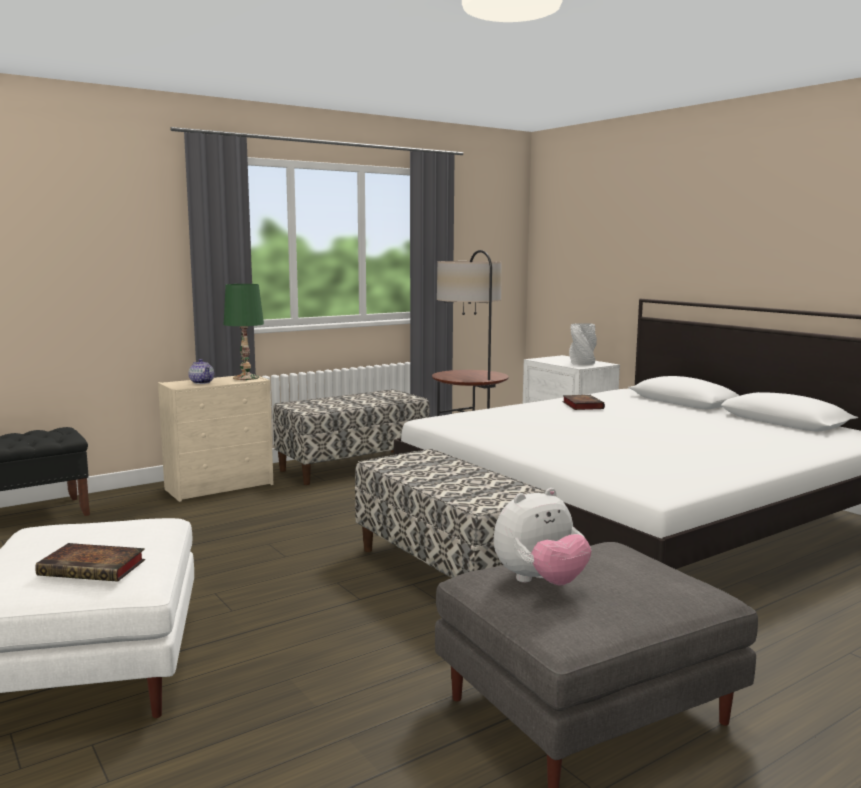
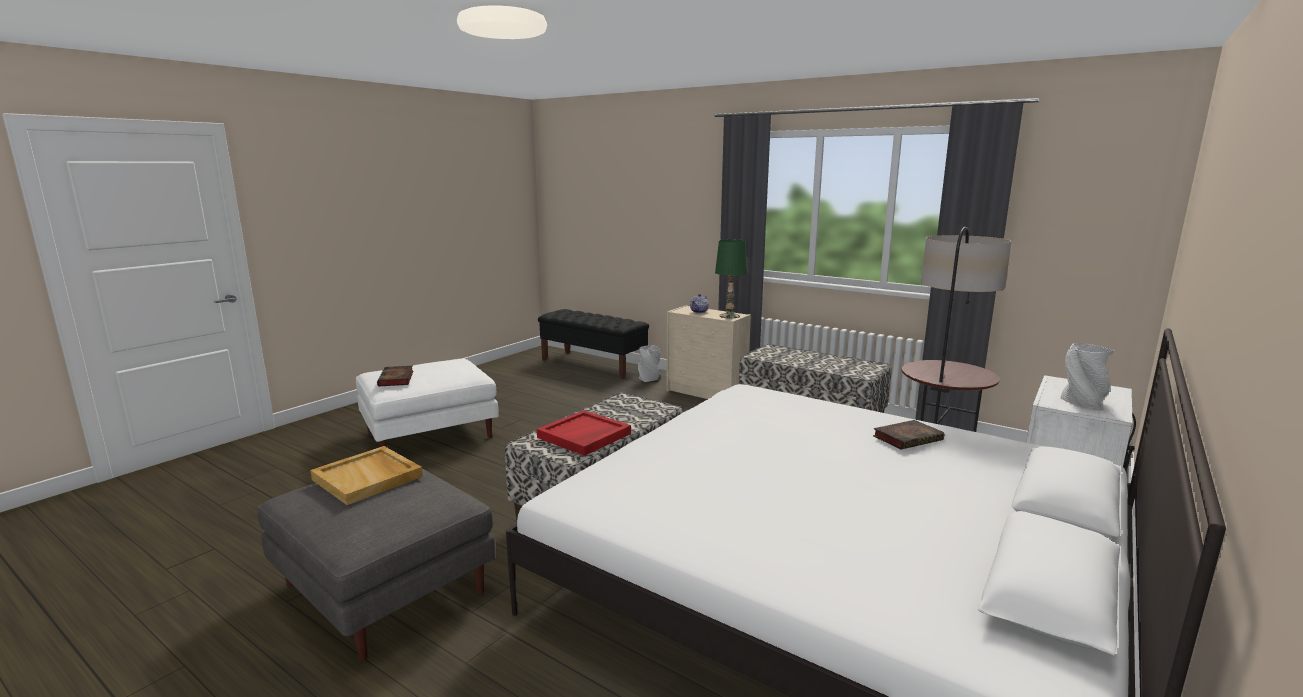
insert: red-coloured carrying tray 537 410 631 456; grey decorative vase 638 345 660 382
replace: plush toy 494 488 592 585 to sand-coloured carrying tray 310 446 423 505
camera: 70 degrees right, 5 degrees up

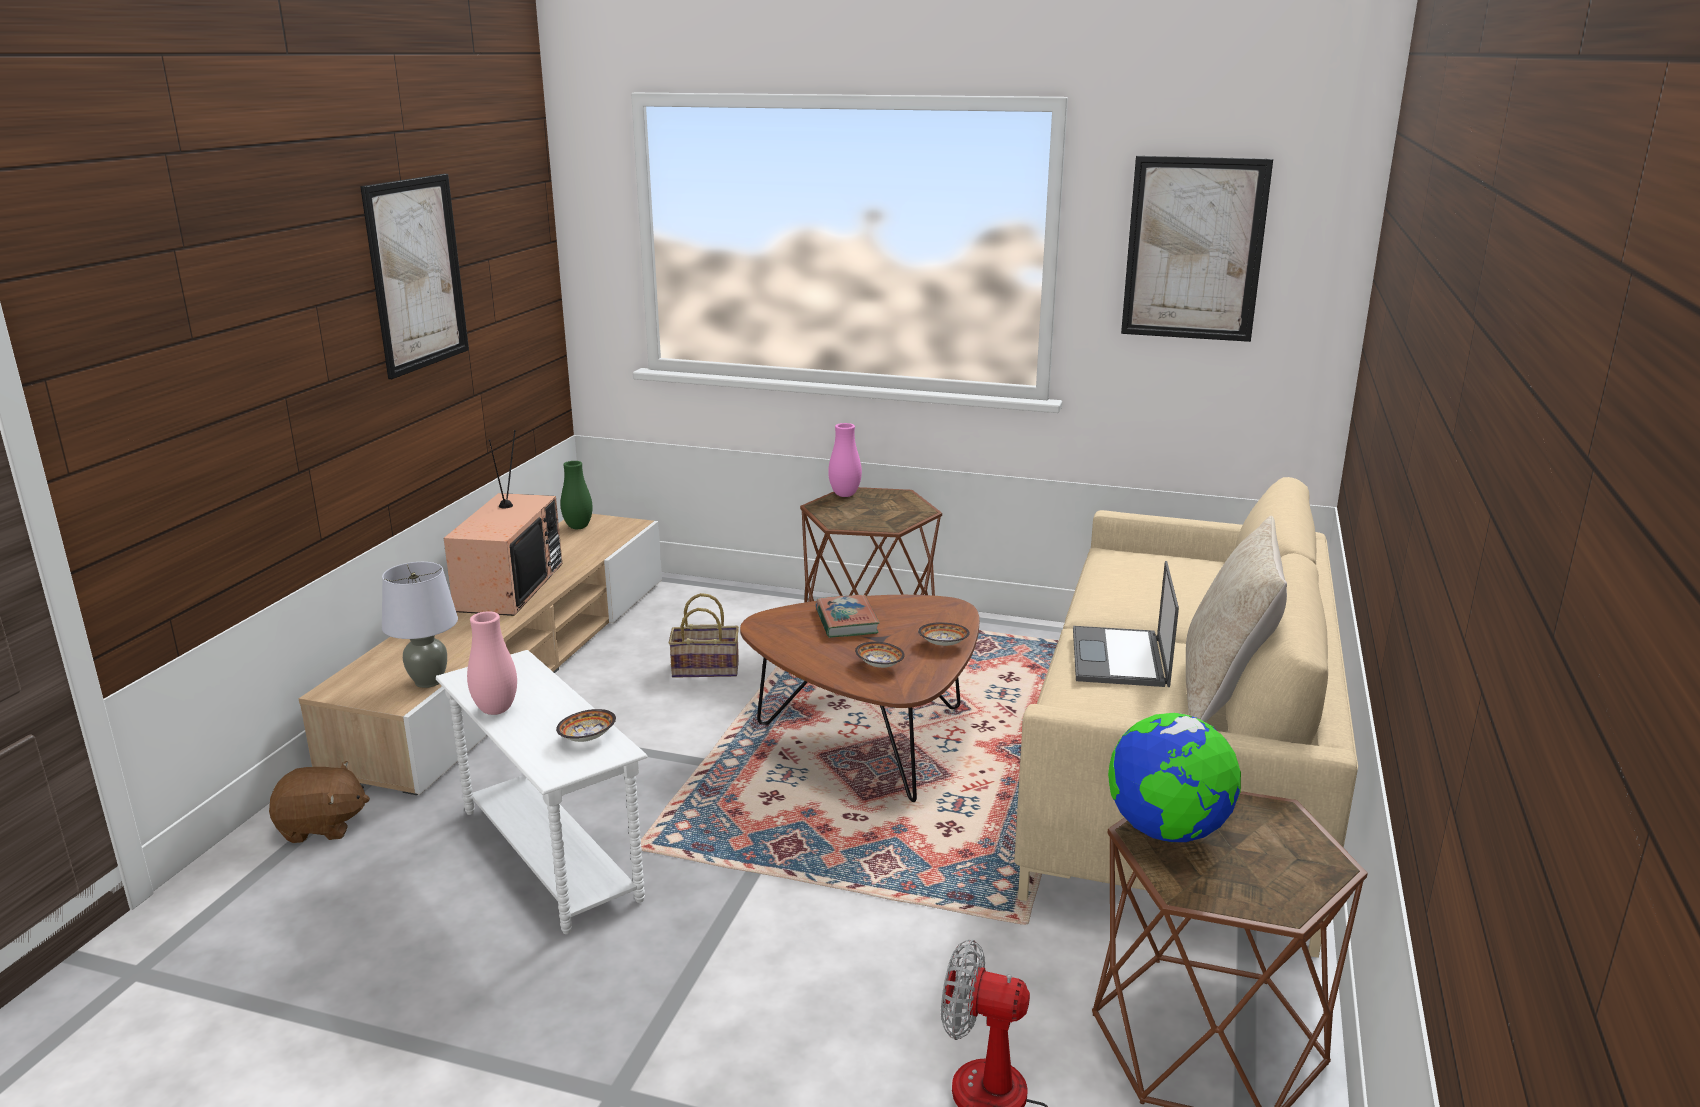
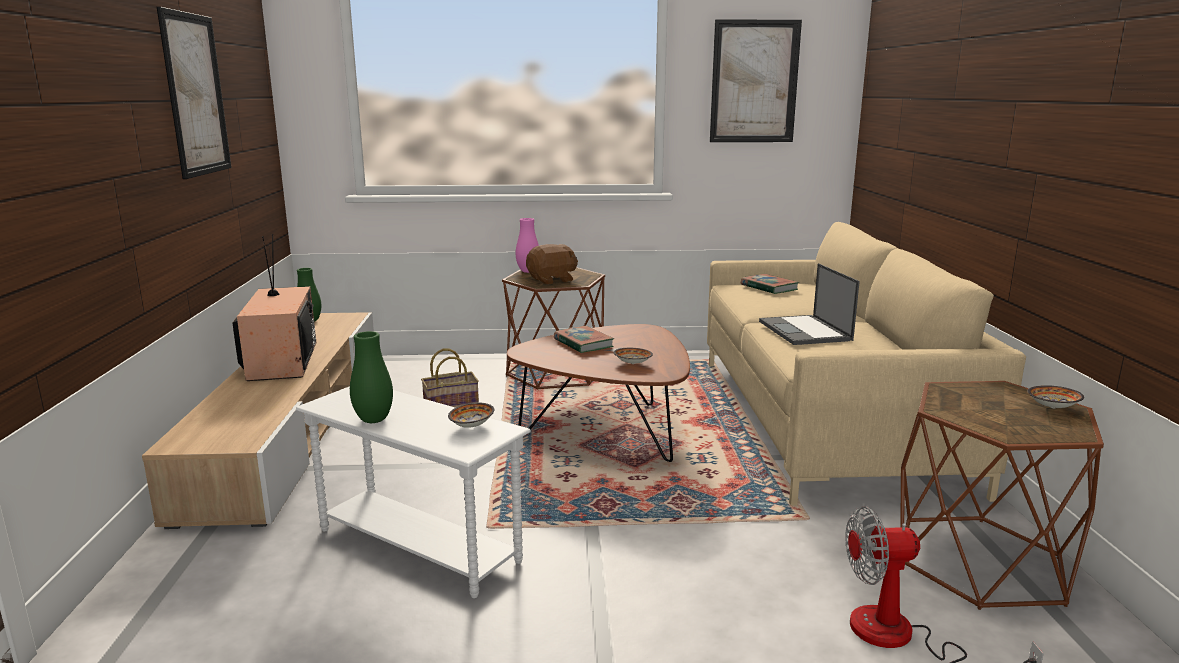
delete: grey tabletop lamp 382 562 458 688; world globe 1108 713 1241 842; sand-coloured throw pillow 1186 516 1287 722
insert: volume 741 274 799 294
move: brown plush toy 269 761 370 843 to 526 244 578 285; deep dish 918 622 970 646 to 1027 385 1084 408
recolor: pinkish decorative vase 467 611 517 715 to green-coloured decorative vase 350 331 393 423
camera: 20 degrees left, 5 degrees down

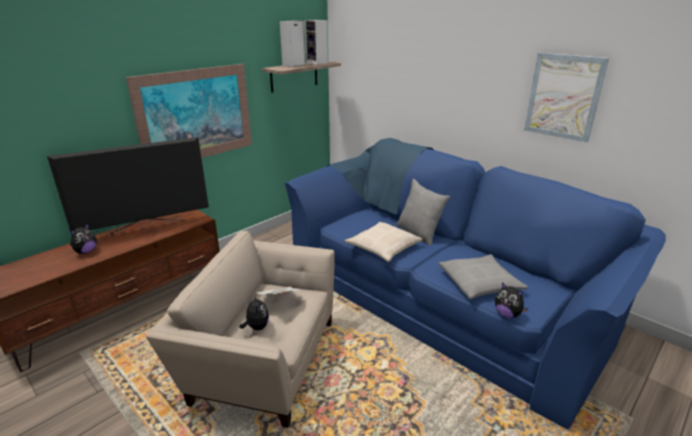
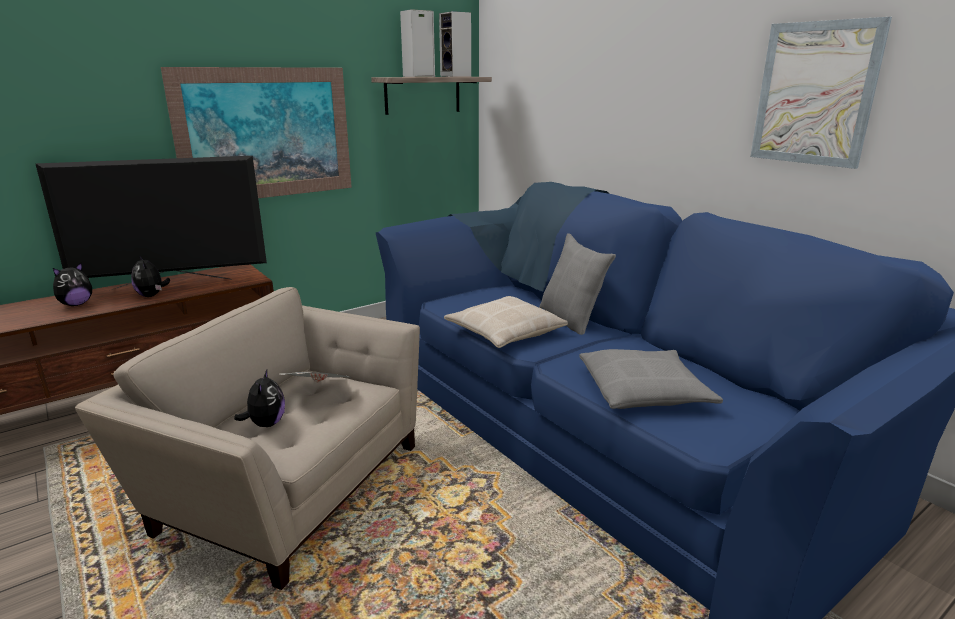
move: plush toy 495 282 529 318 to 131 255 170 297
camera: 10 degrees right, 5 degrees down

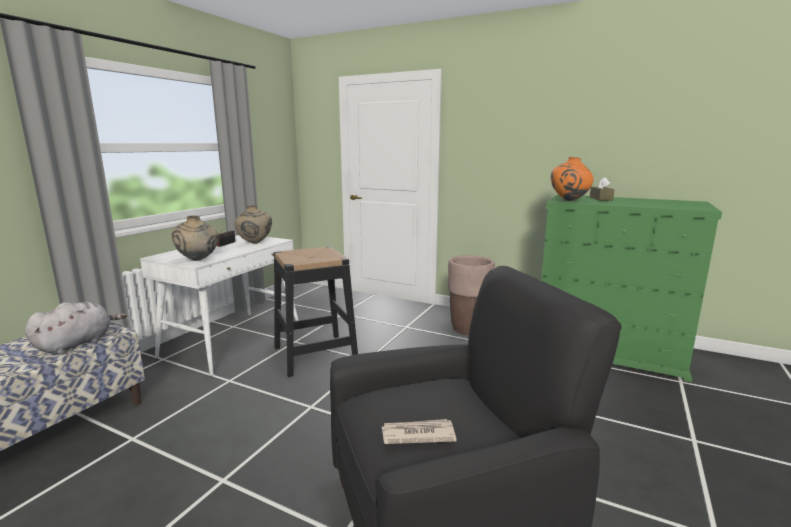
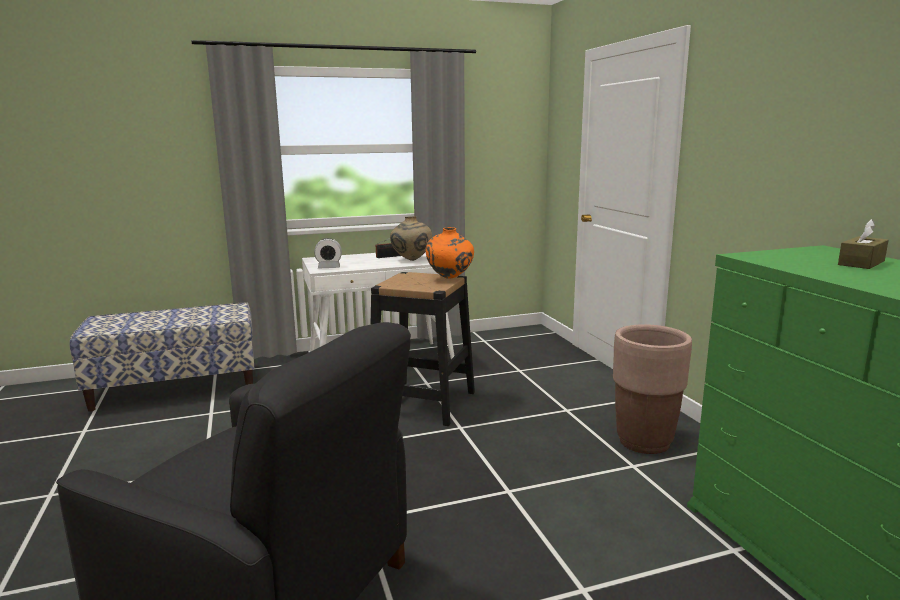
delete: grey plush toy 25 302 127 355; printed paper 382 419 457 444
move: orange decorative vase 551 157 594 201 to 426 227 474 279
replace: sand-coloured decorative vase 171 215 218 261 to table clock 314 238 342 269
camera: 45 degrees right, 0 degrees up

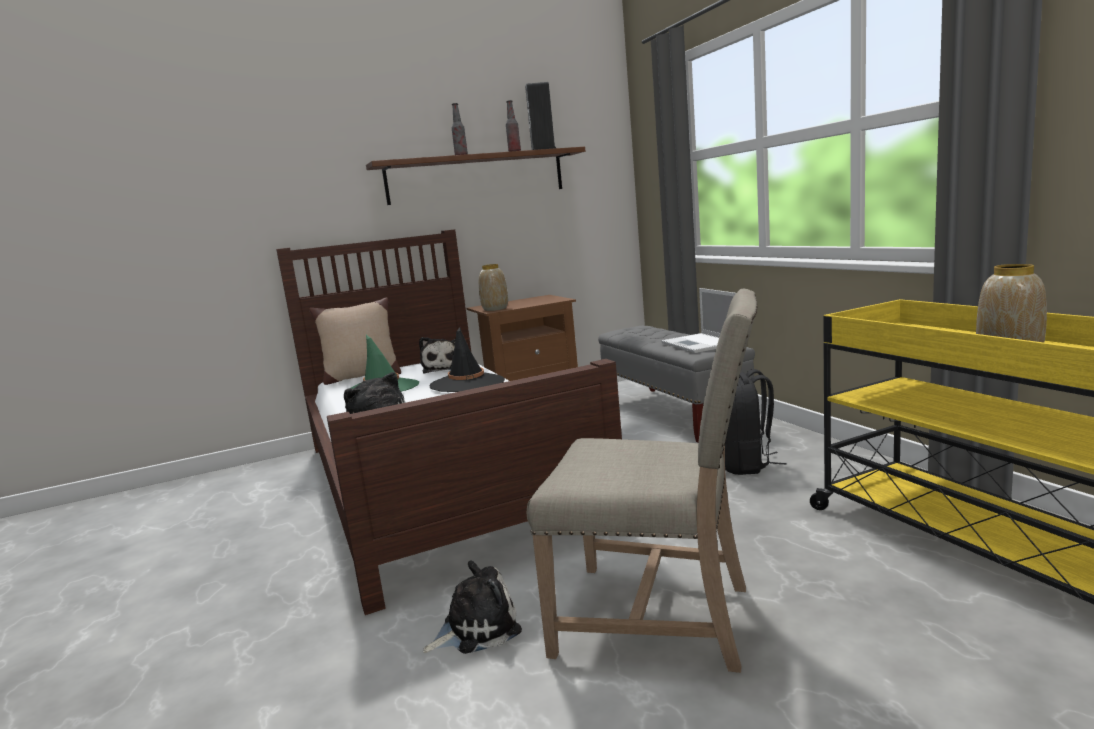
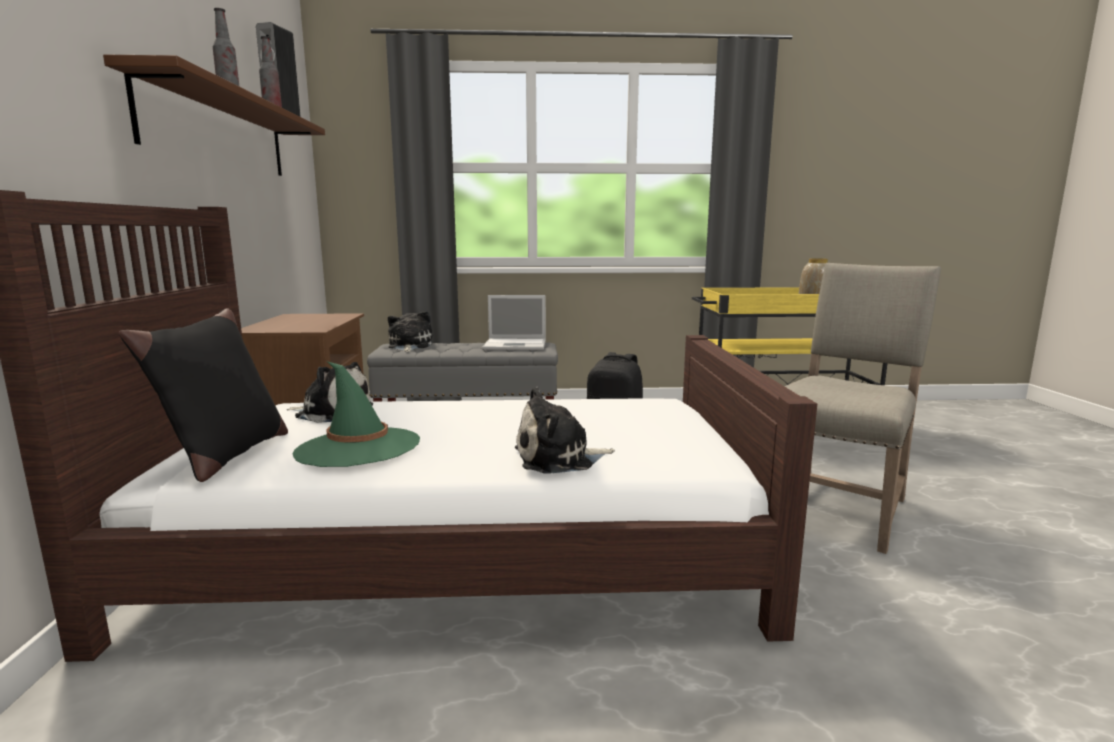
delete: black-coloured wearable hat 430 327 505 392; decorative vase 479 264 508 311
move: plush toy 423 561 522 654 to 388 311 432 352
recolor: sand-coloured throw pillow 309 297 401 385 to black-coloured throw pillow 119 308 288 482
camera: 70 degrees left, 0 degrees up

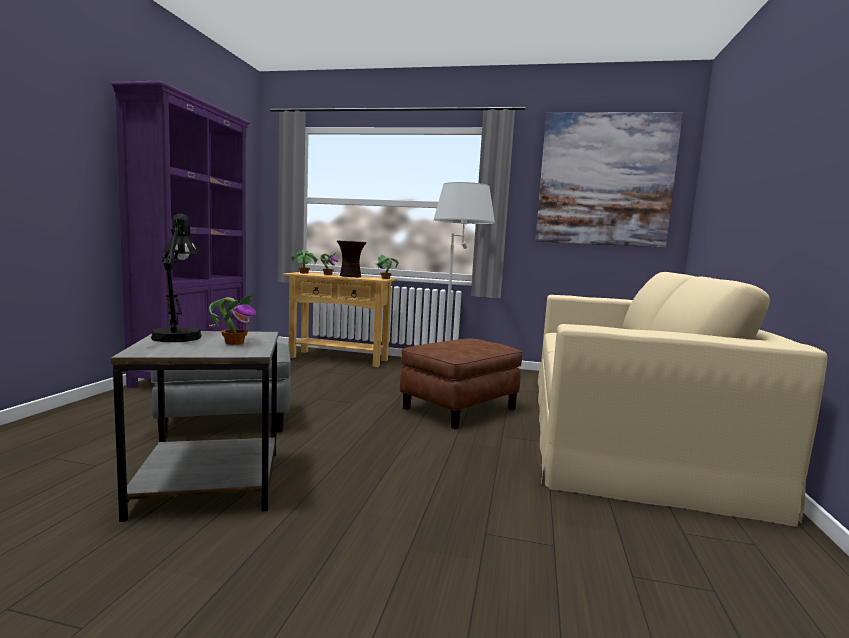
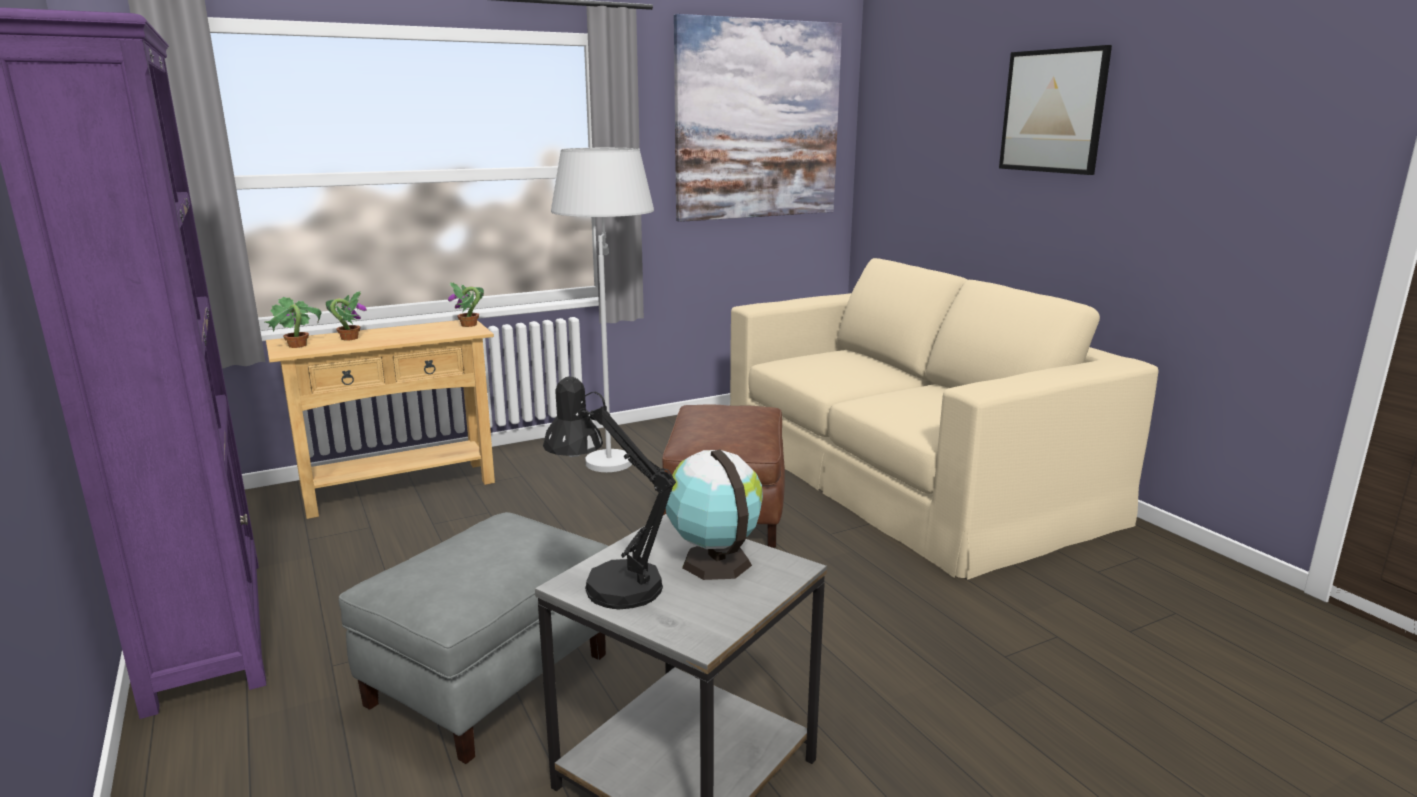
delete: decorative vase 337 240 367 277
insert: wall art 999 45 1112 175
replace: plant in a pot 209 294 256 345 to world globe 666 450 763 580
camera: 40 degrees left, 10 degrees up

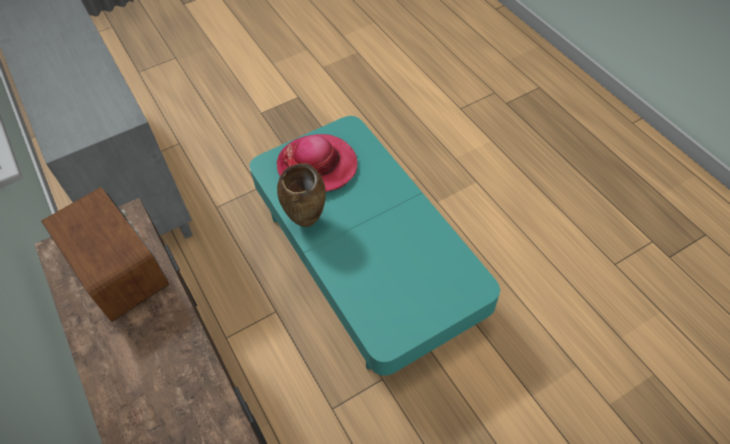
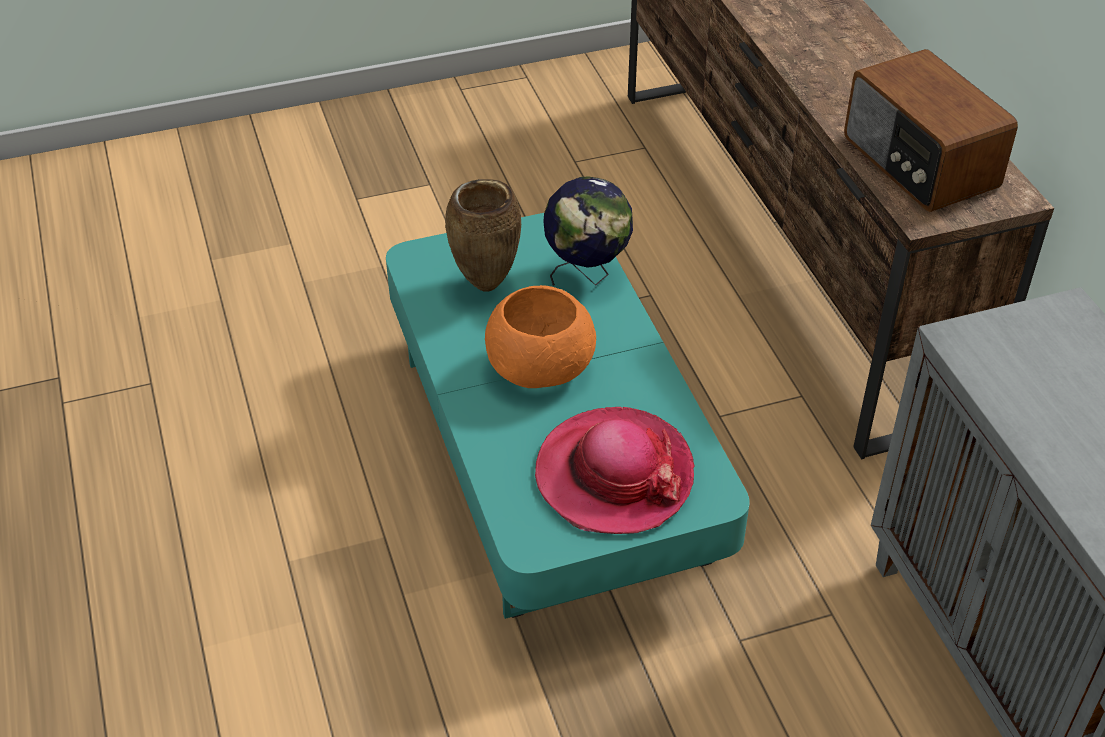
insert: orange deep dish 485 285 596 388; world globe 543 176 633 286
move: brown decorative vase 277 163 326 227 to 445 179 521 291
camera: 170 degrees left, 10 degrees down

